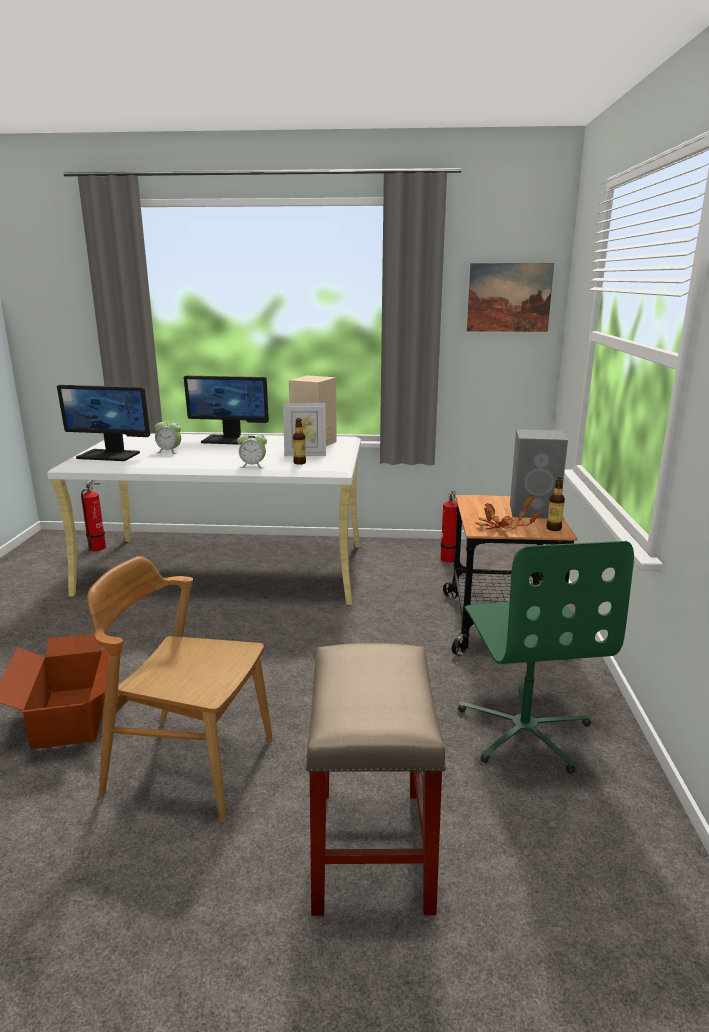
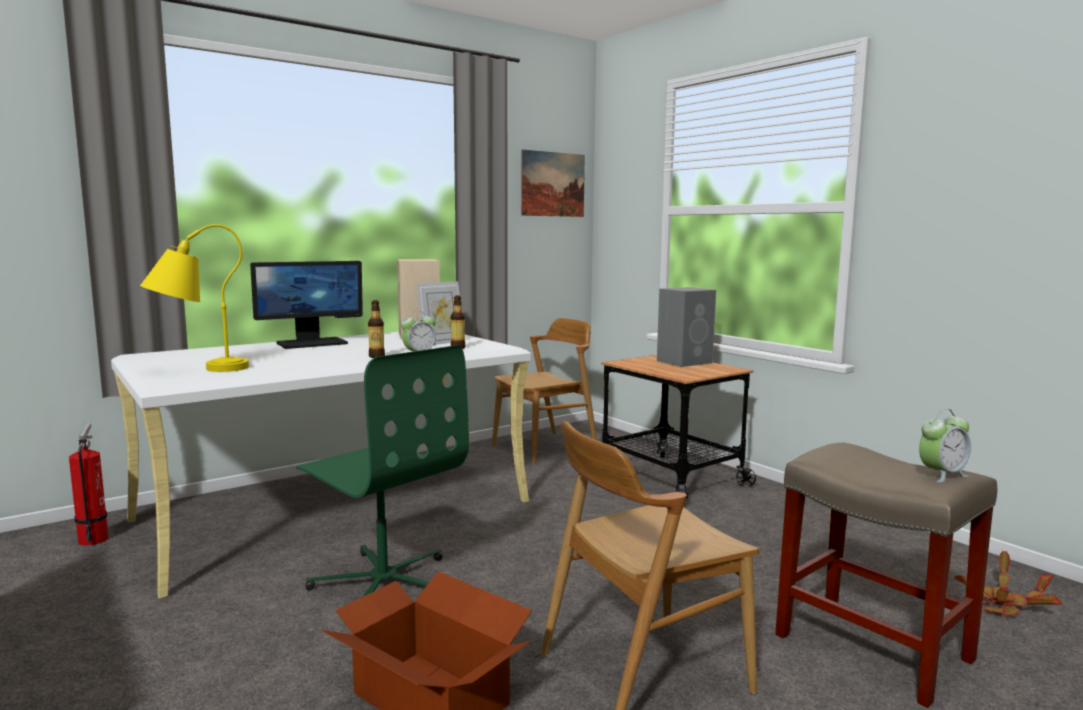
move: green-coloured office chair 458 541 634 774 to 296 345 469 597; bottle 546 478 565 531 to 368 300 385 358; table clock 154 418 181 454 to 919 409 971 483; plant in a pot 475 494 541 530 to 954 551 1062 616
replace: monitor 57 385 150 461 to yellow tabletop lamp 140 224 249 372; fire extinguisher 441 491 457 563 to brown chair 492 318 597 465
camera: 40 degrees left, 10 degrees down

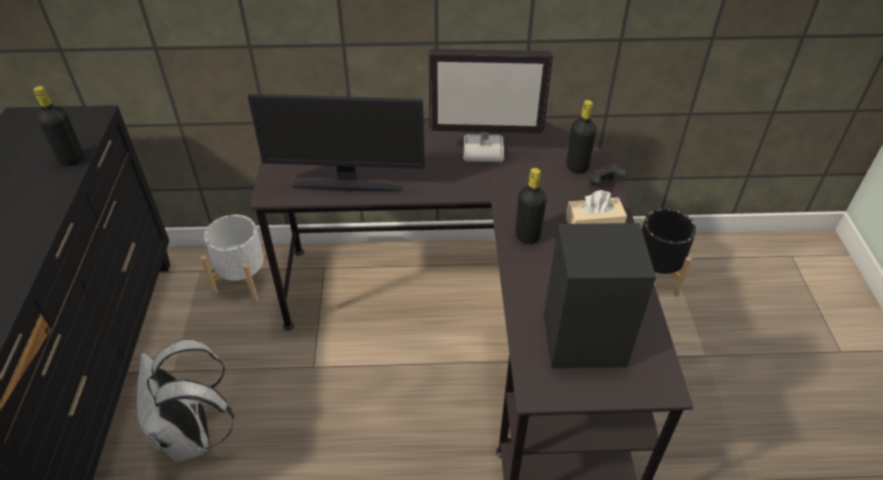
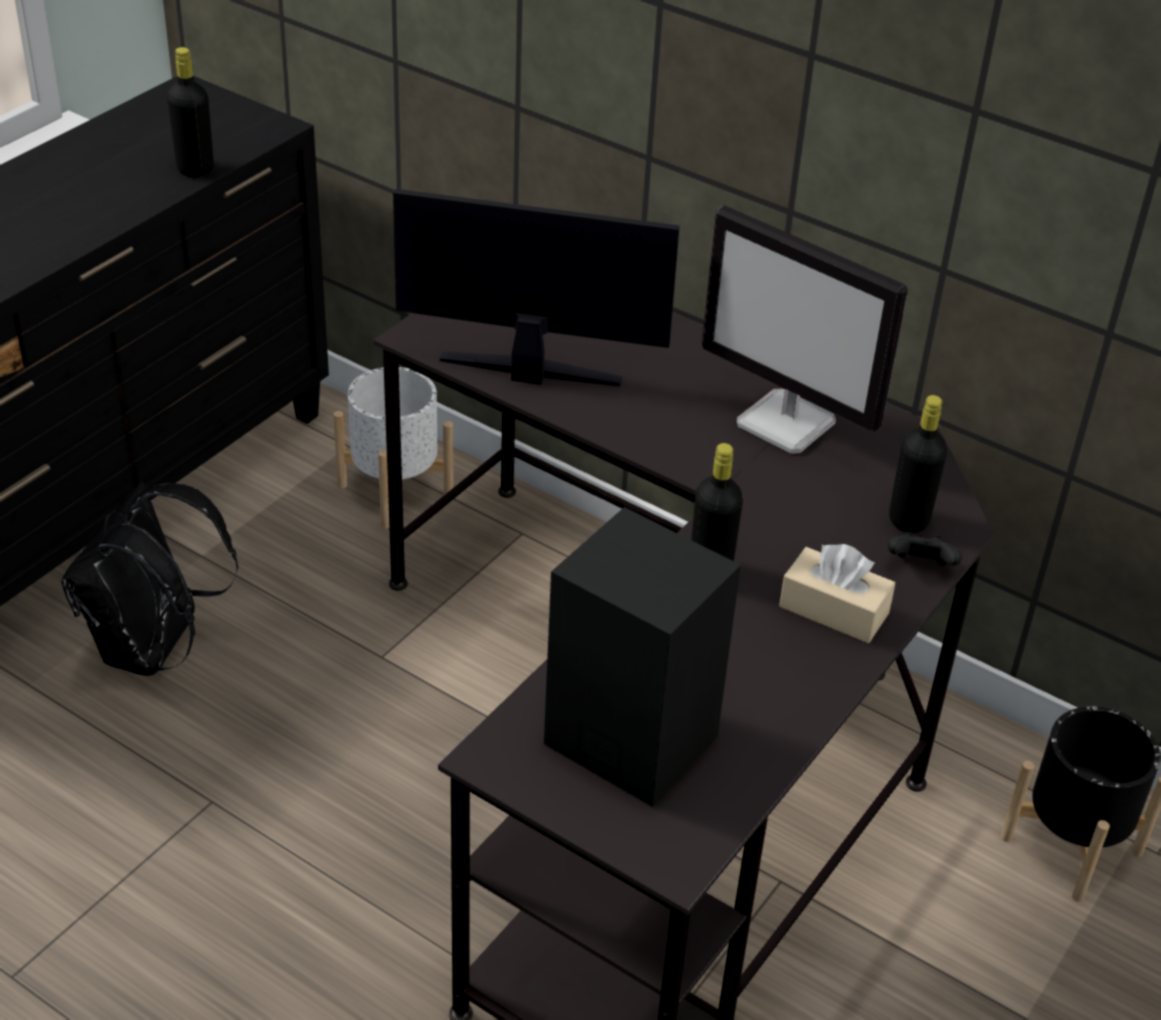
recolor: white-coloured rucksack 137 339 234 462 to black-coloured rucksack 61 482 239 676
rotate: monitor 248 94 425 191 = 393 189 680 386 150 degrees clockwise
camera: 35 degrees right, 5 degrees down

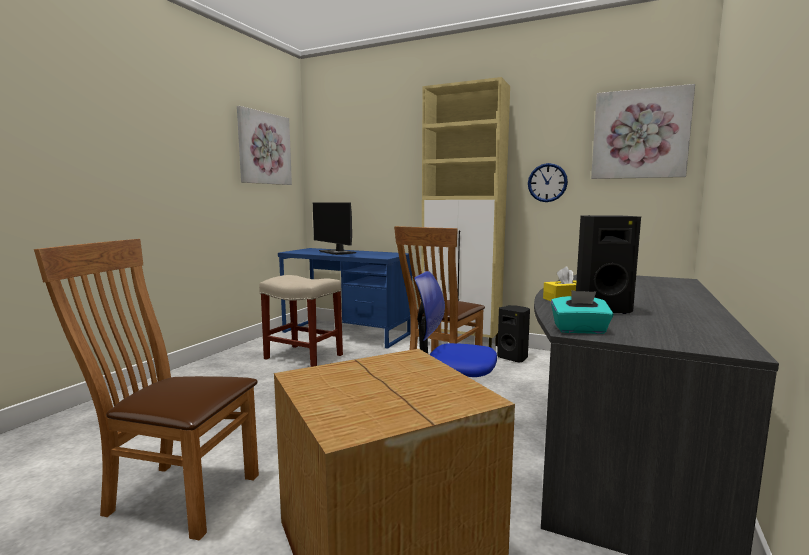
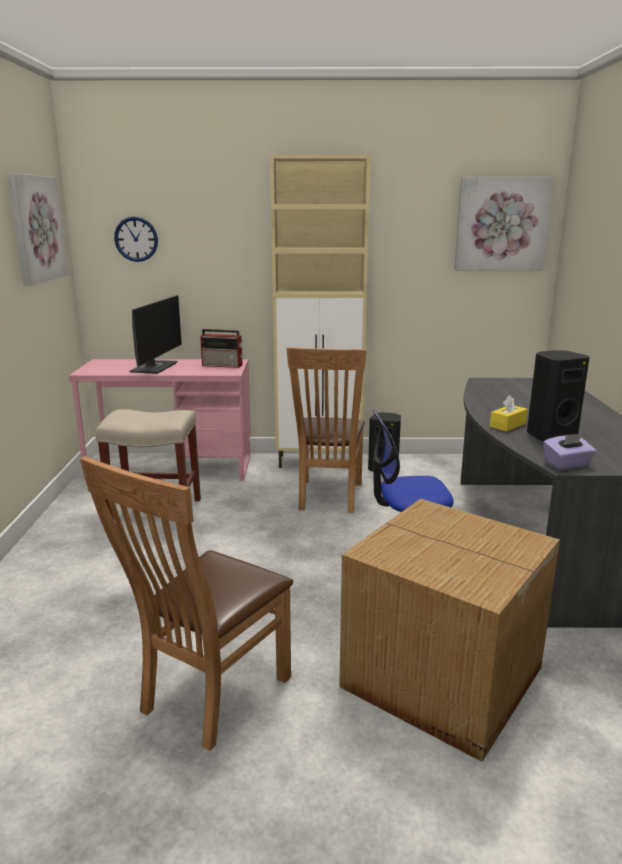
insert: radio set 200 329 243 368
move: hanging clock 528 163 568 202 to 114 217 158 262
recolor: blue-coloured desk table 278 248 412 349 to pinkish desk table 69 359 251 481; turquoise-coloured box of tissues 551 290 614 334 to purplish box of tissues 543 433 596 470
rotate: brown chair 34 239 259 541 = 80 456 293 751 45 degrees counterclockwise; monitor 313 202 356 255 = 129 295 182 374 105 degrees counterclockwise
camera: 25 degrees left, 10 degrees up

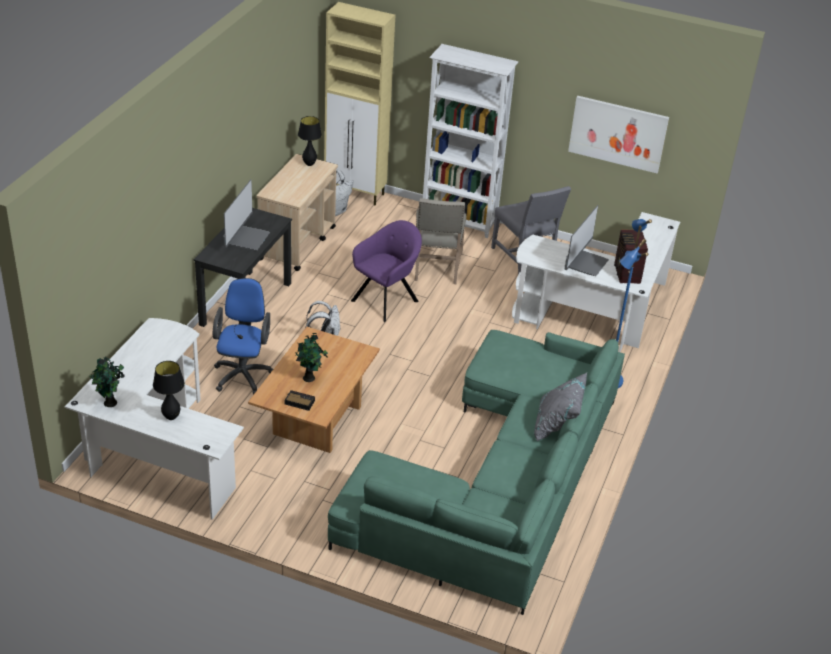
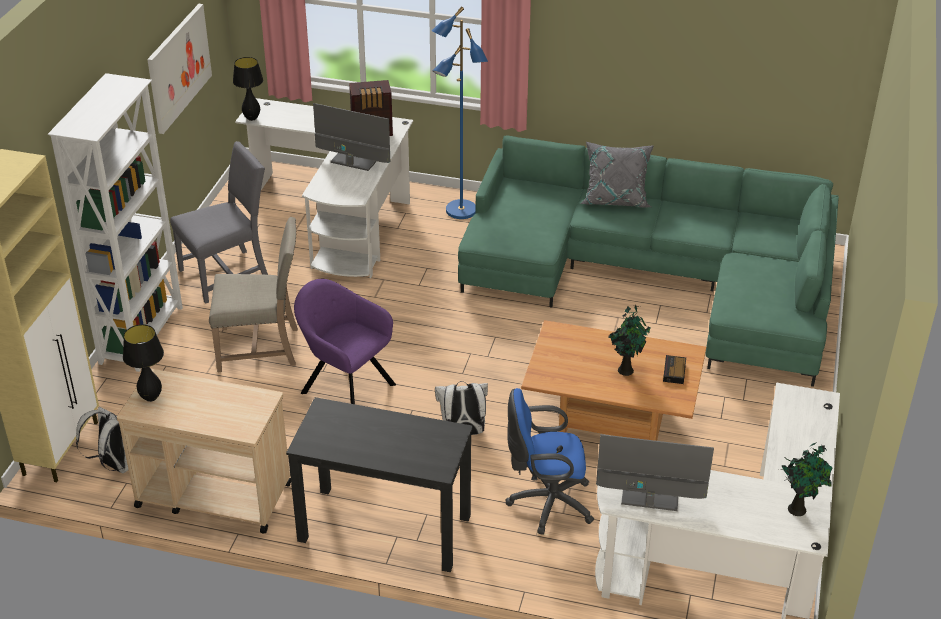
move: black-coloured tabletop lamp 153 361 185 420 to 233 57 263 121; monitor 223 179 270 251 to 596 434 714 511
camera: 95 degrees left, 0 degrees up

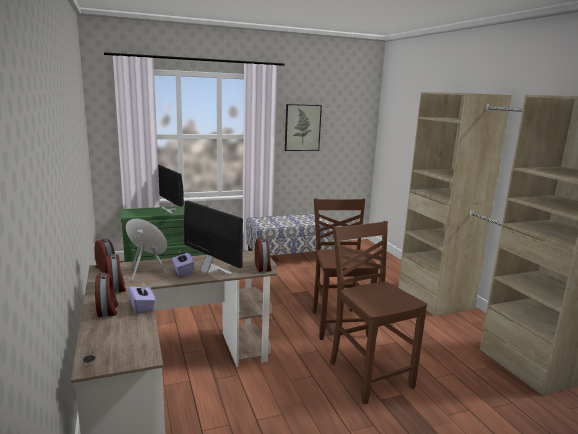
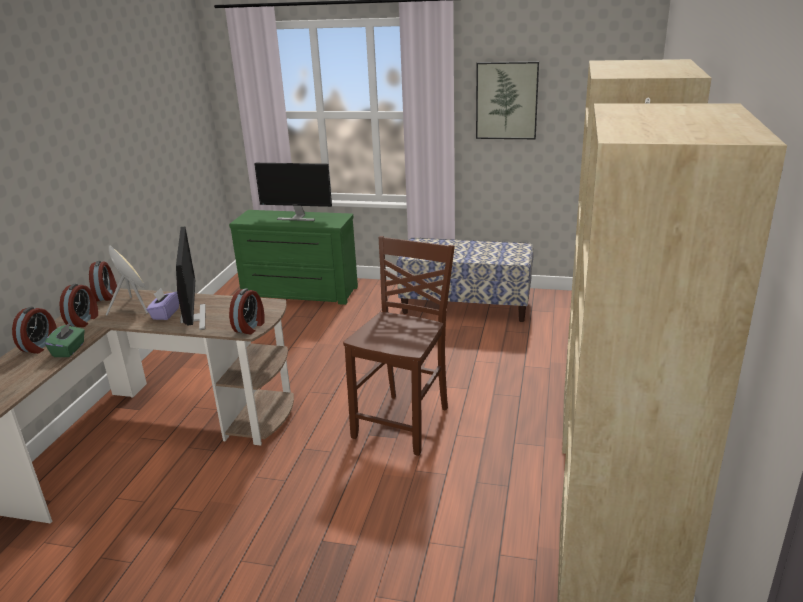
delete: brown chair 330 221 427 405
recolor: purplish box of tissues 128 282 156 314 to green-coloured box of tissues 45 323 85 357
rotate: monitor 158 165 184 214 = 254 163 332 221 75 degrees counterclockwise
camera: 35 degrees right, 10 degrees up

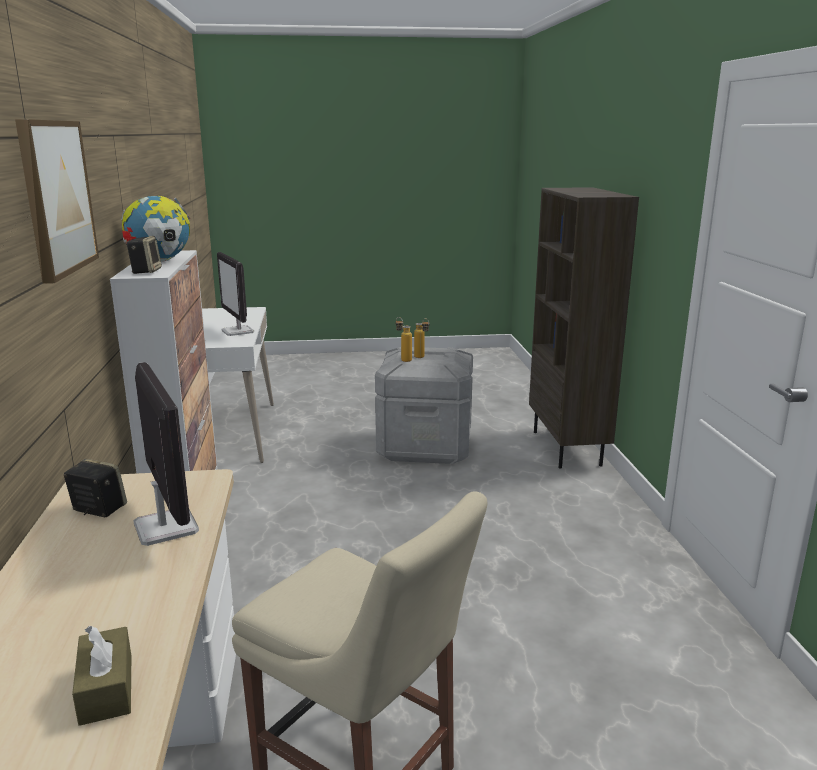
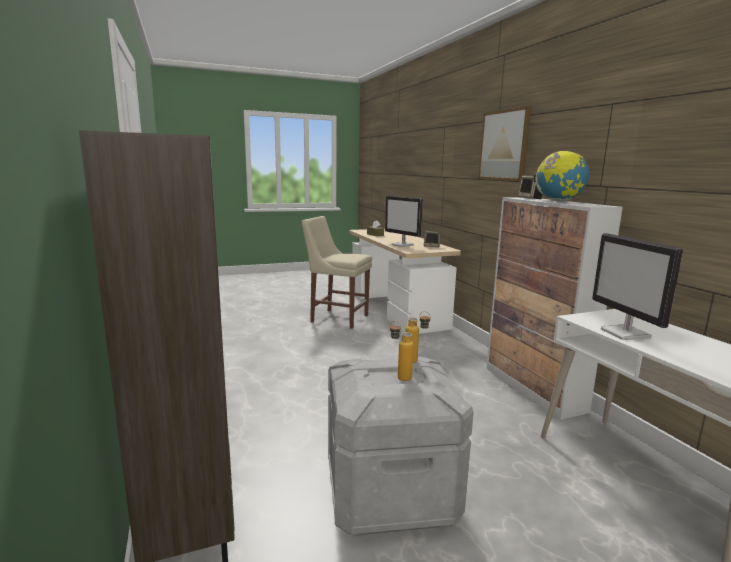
rotate: monitor 217 252 254 336 = 592 233 683 340 150 degrees counterclockwise
camera: 165 degrees right, 5 degrees down

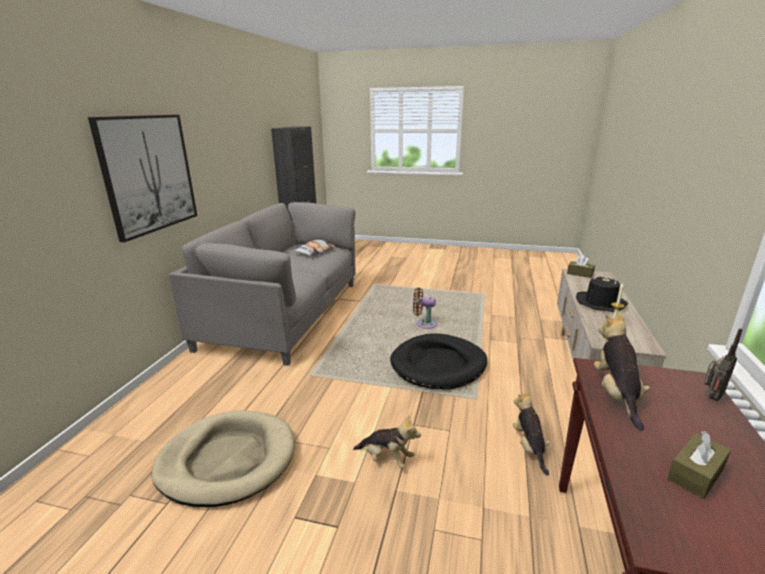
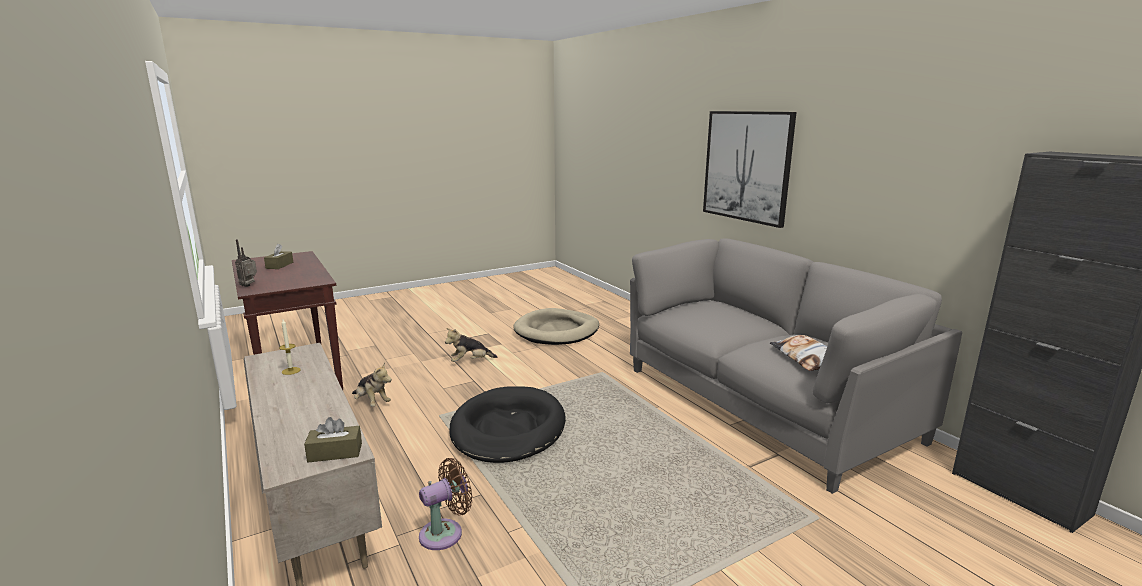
delete: black-coloured wearable hat 576 276 628 312; plush toy 594 312 650 431
move: brown cooling fan 413 288 437 329 to 419 458 472 550
camera: 135 degrees right, 5 degrees down

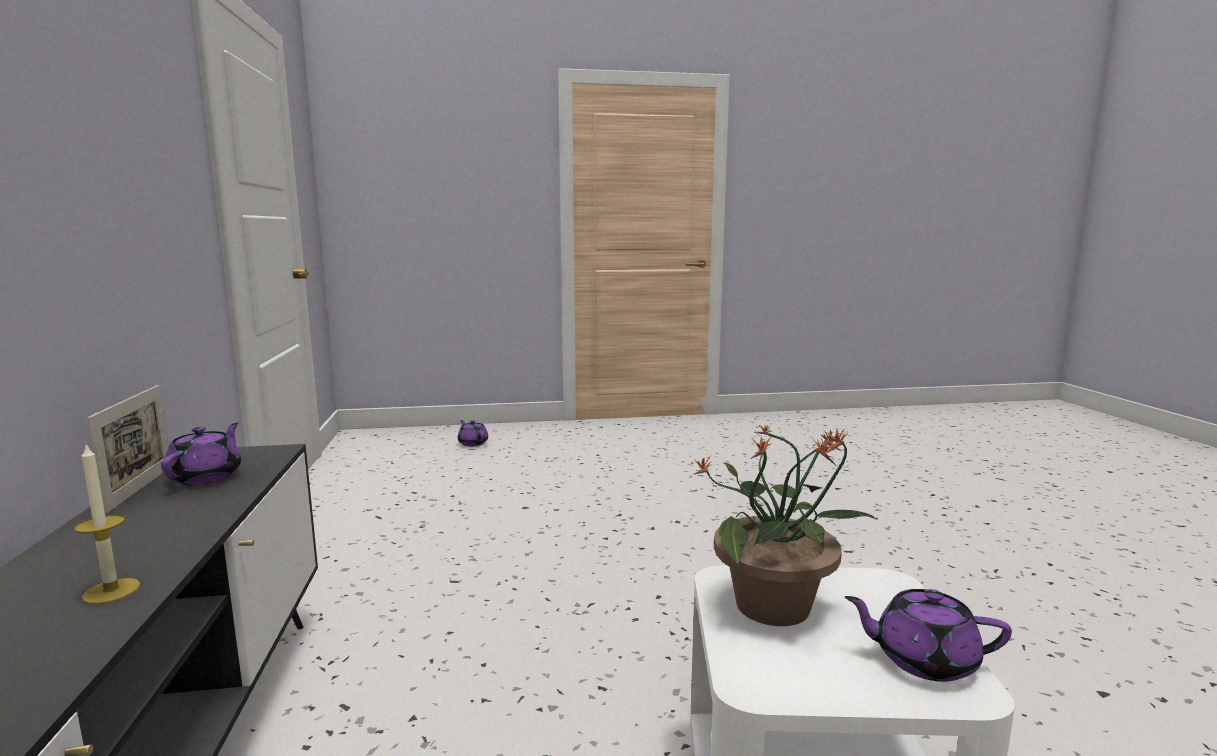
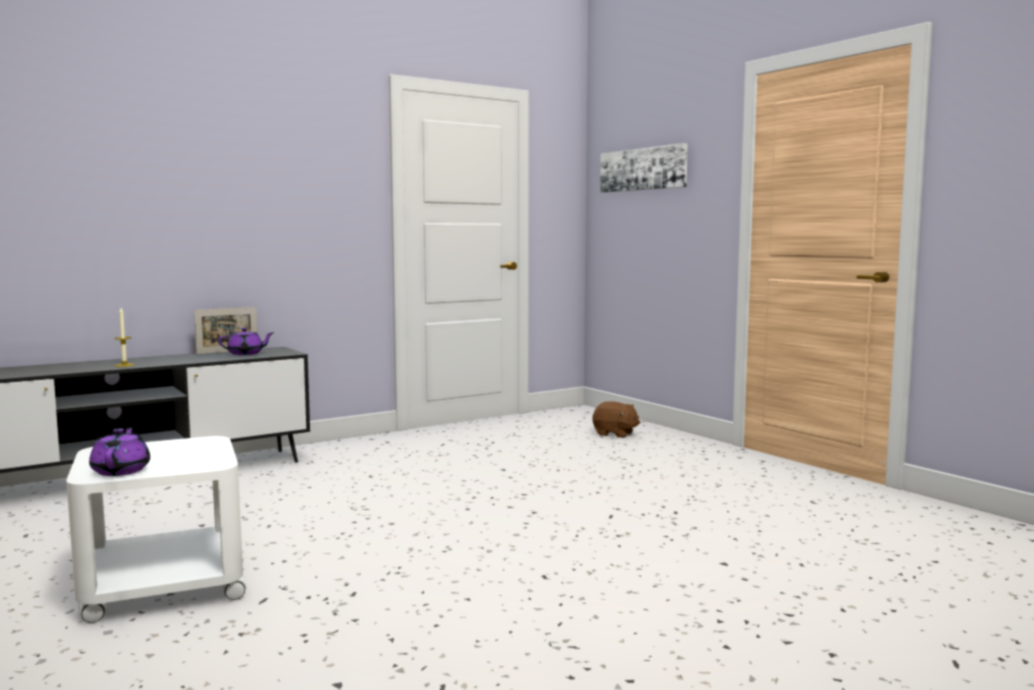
delete: plant in a pot 692 424 878 626
insert: wall art 600 143 688 193
replace: purplish tea pot 458 420 488 446 to brown plush toy 593 401 640 438
camera: 65 degrees right, 5 degrees down

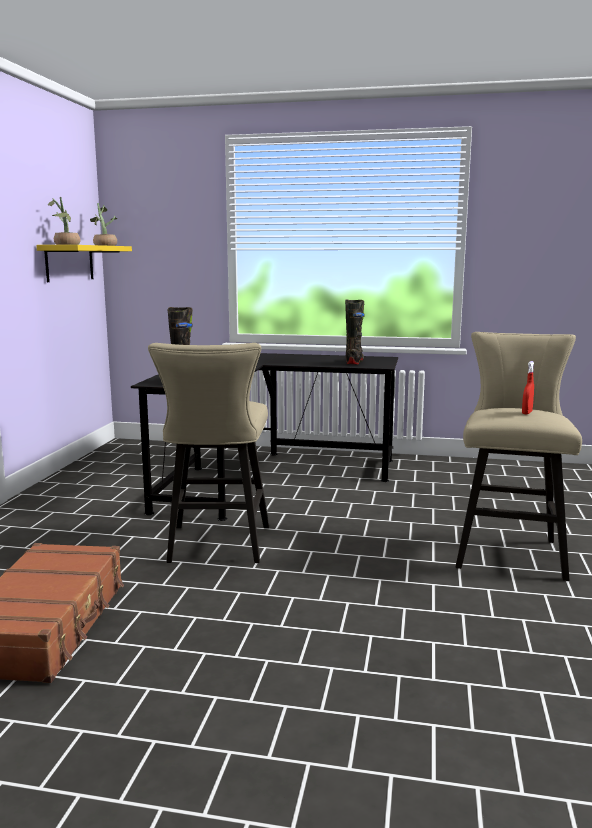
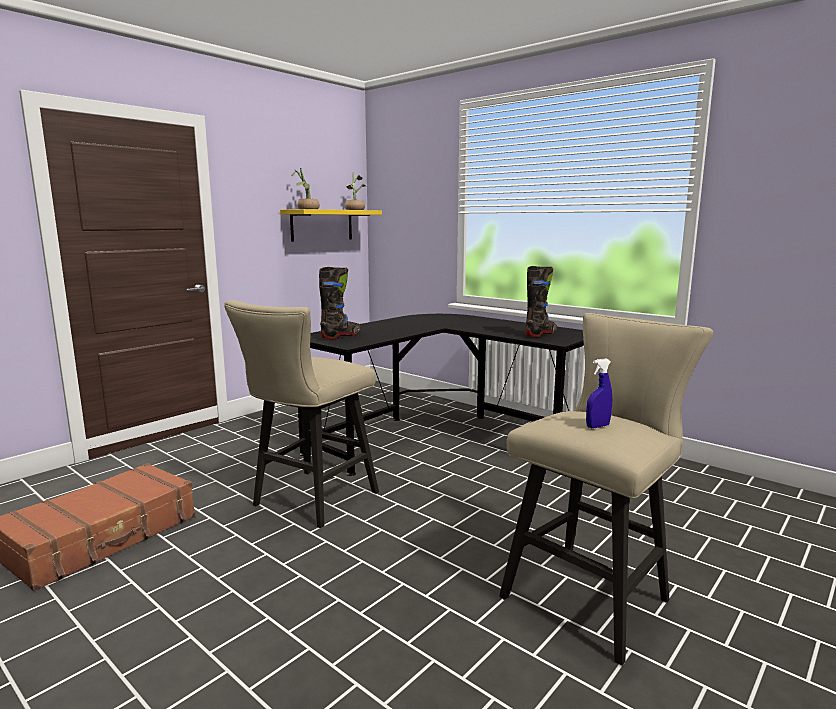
recolor: red-coloured spray bottle 522 361 534 415 to blue-coloured spray bottle 586 358 612 428
camera: 30 degrees right, 0 degrees up

